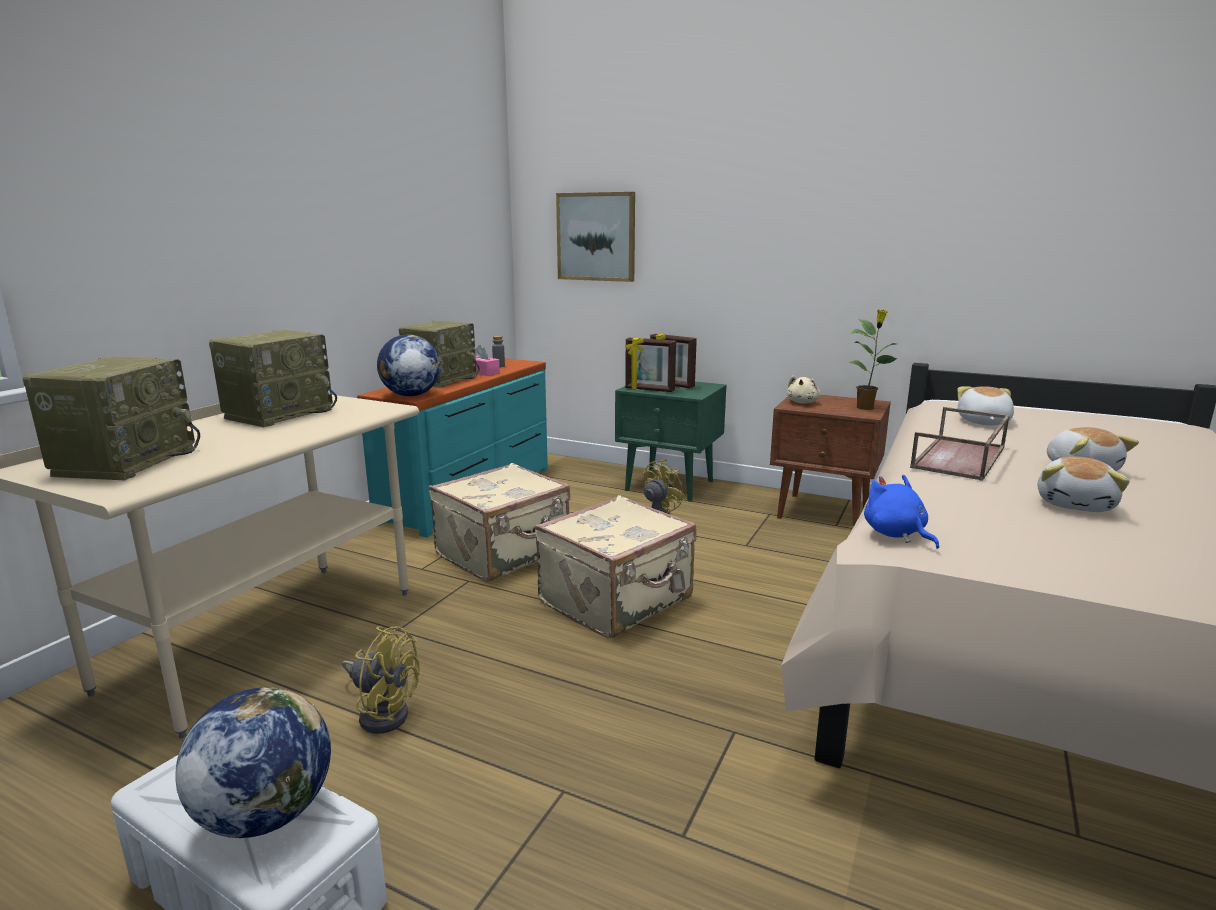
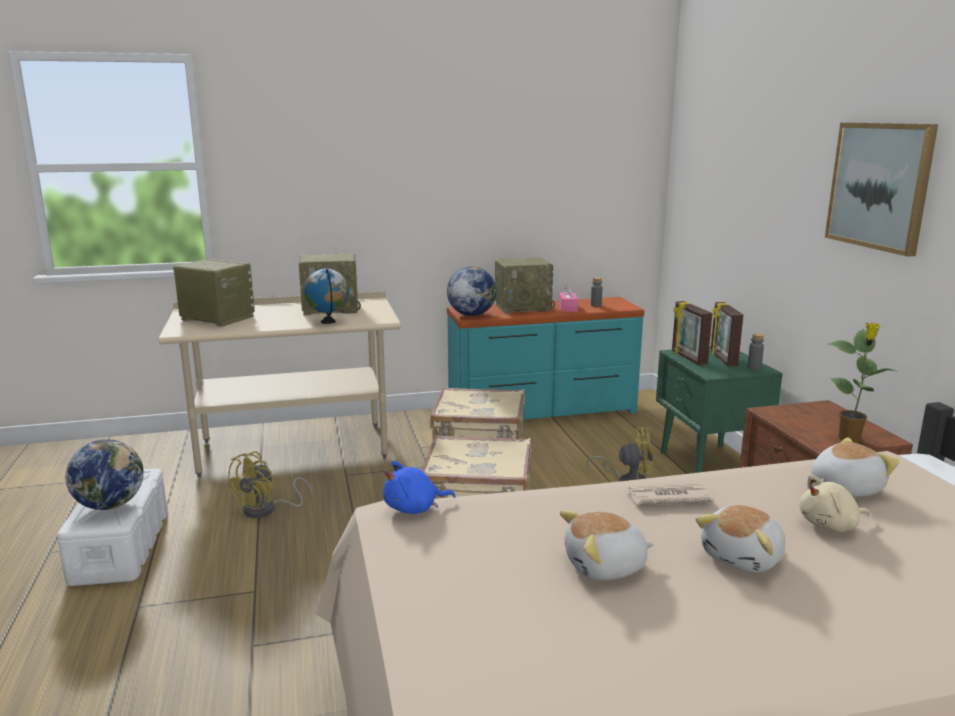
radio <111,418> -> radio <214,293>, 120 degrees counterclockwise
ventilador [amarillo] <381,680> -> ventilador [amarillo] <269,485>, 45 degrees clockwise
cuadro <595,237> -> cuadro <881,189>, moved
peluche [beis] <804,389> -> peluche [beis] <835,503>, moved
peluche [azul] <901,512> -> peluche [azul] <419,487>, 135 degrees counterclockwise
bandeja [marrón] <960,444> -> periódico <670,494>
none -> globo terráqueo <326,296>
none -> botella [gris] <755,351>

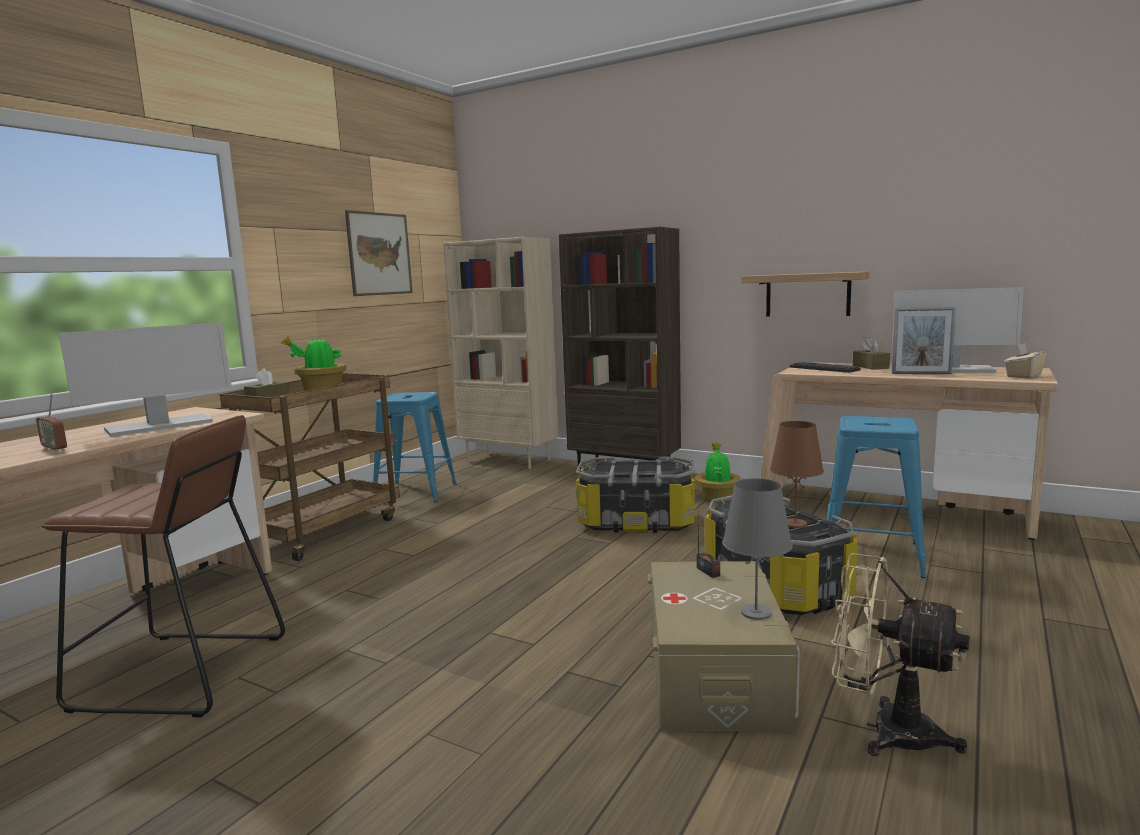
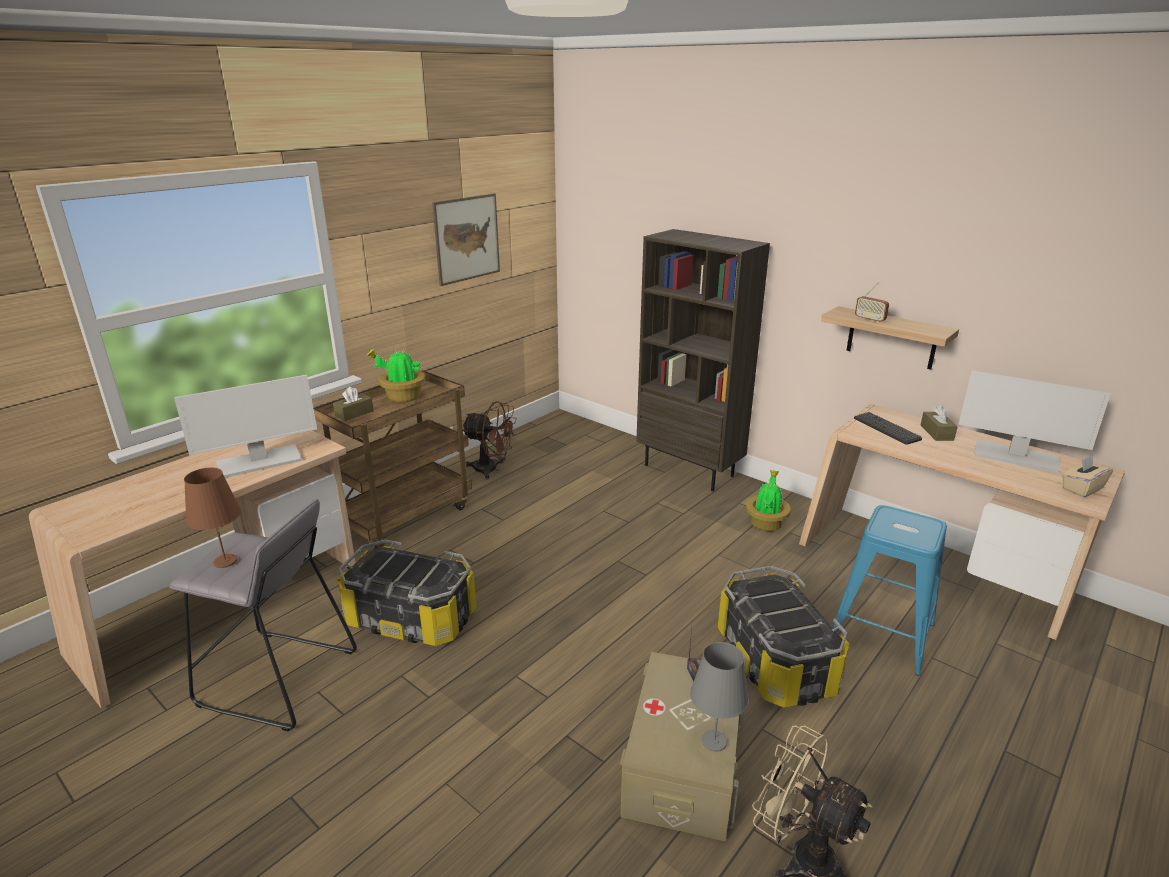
radio <51,423> -> radio <872,302>, moved
taburete [marrón] <163,566> -> taburete [gris] <263,615>
taburete [azul] <414,447> -> ventilador [marrón] <490,440>
estantería [beis] <501,353> -> none
caja de almacenaje <635,495> -> caja de almacenaje <406,593>, moved
lámpara de mesa [marrón] <797,474> -> lámpara de mesa [marrón] <212,518>, moved
portarretratos <924,340> -> none

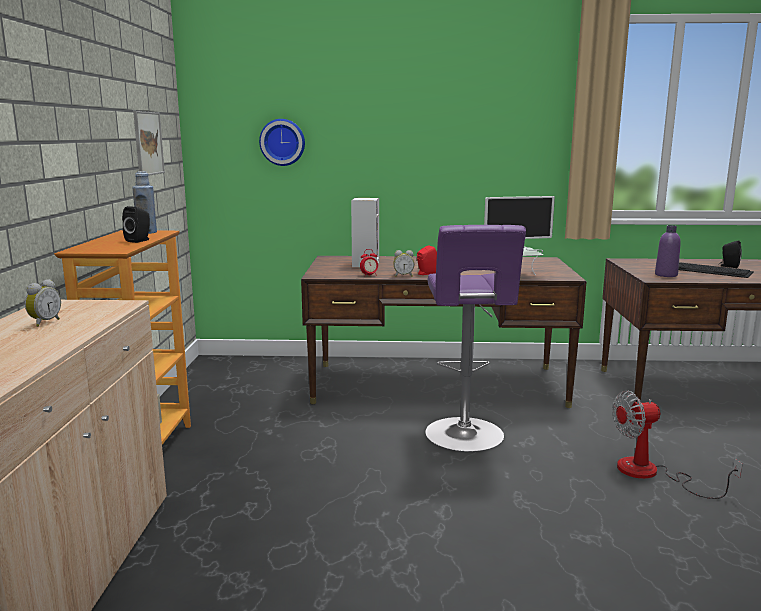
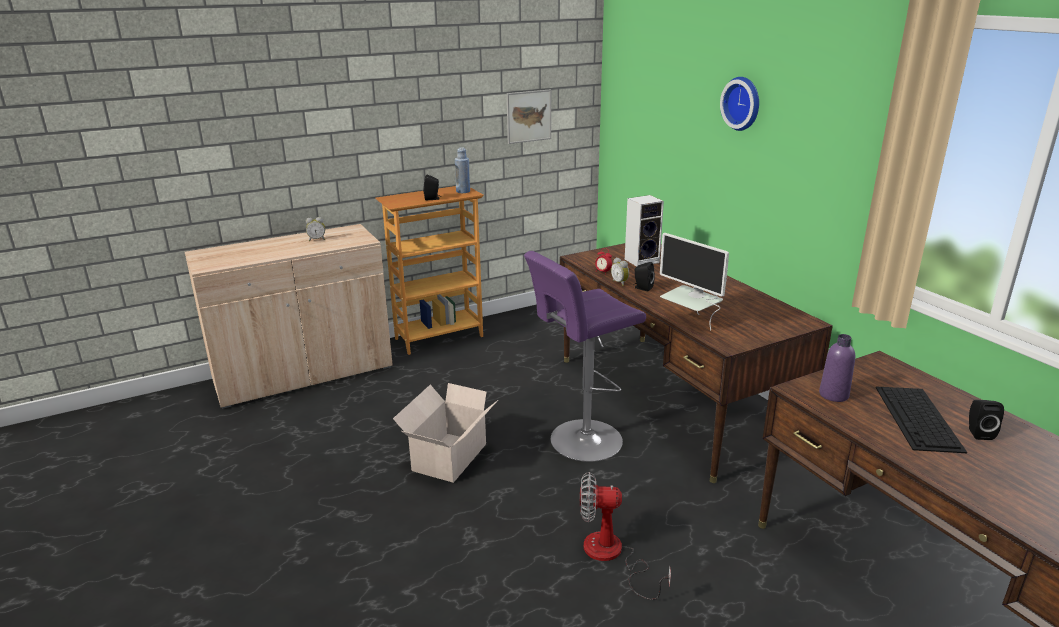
reloj de pared <282,142> -> reloj de pared <739,104>, moved
altavoz [rojo] <427,260> -> altavoz [negro] <644,276>
ventilador <677,444> -> ventilador <625,536>, 45 degrees counterclockwise
none -> caja de cartón <445,433>

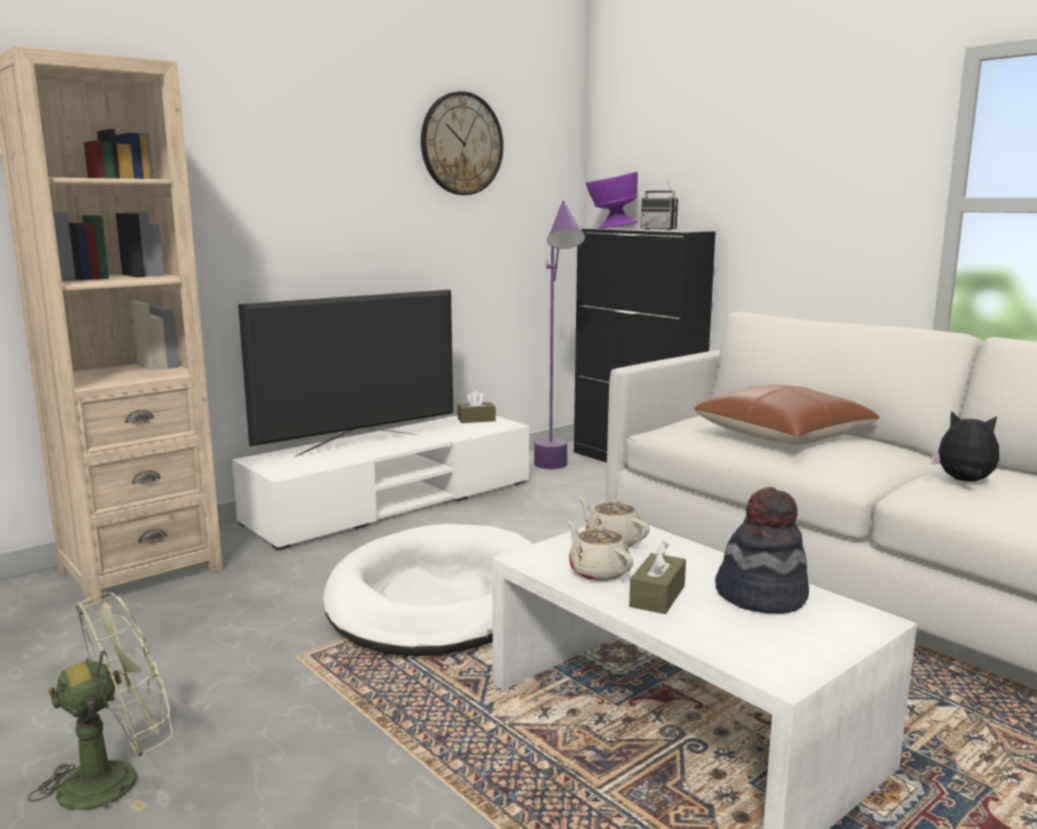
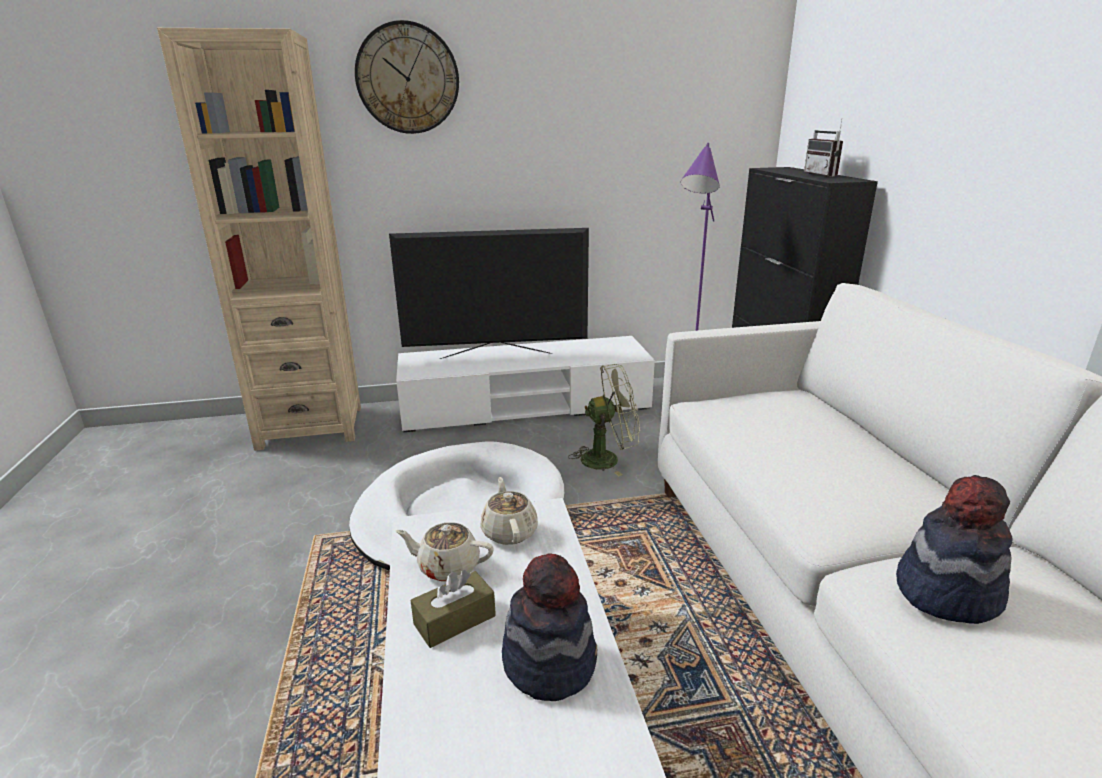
ventilador [verde] <100,701> -> ventilador [verde] <604,420>, moved
reloj de pared <462,143> -> reloj de pared <407,77>, moved
caja de pañuelos [marrón] <477,406> -> none
tetera [beis] <600,551> -> tetera [beis] <445,552>, 75 degrees counterclockwise
cuenco [morado] <612,200> -> none
cojín [marrón] <787,415> -> none
peluche <965,446> -> sombrero <954,549>

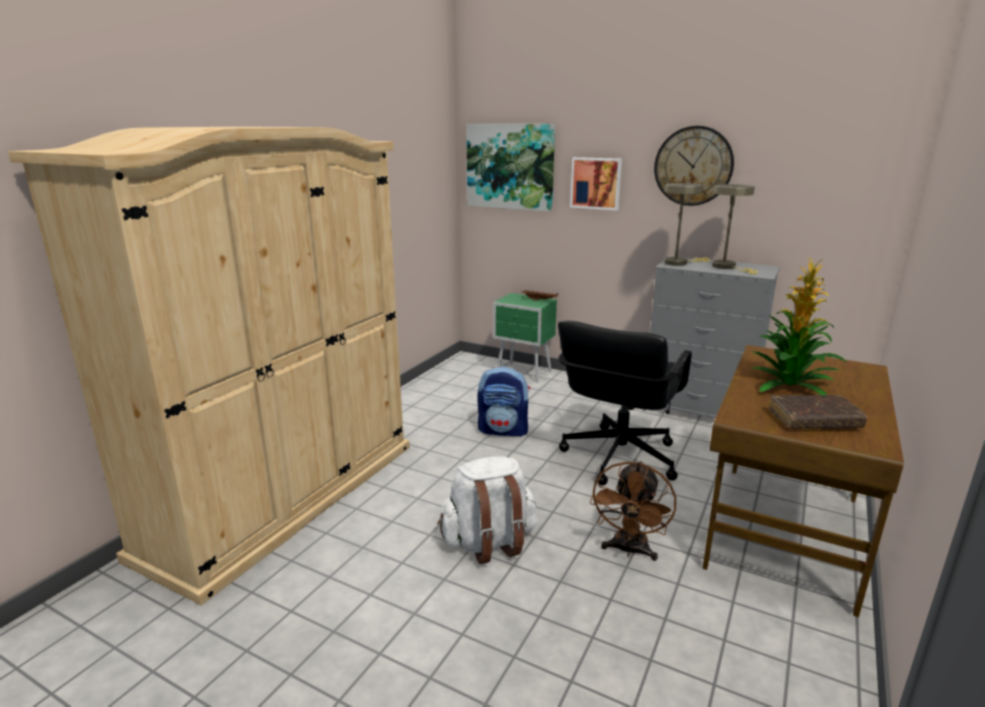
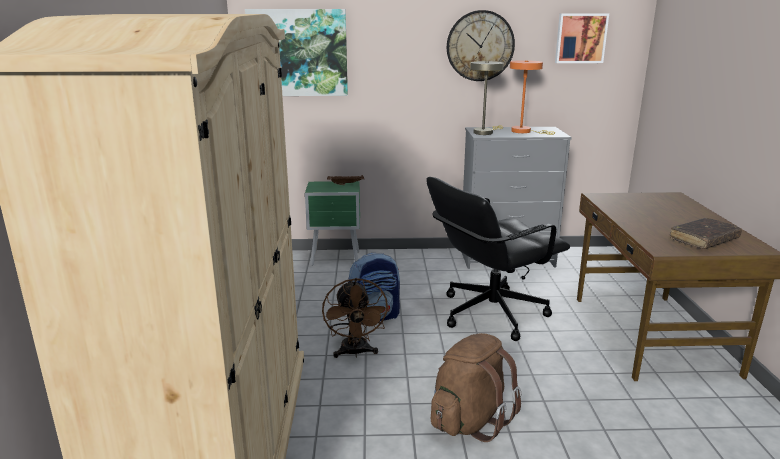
mochila [blanco] <487,510> -> mochila [marrón] <476,387>
silla de oficina [negro] <625,402> -> silla de oficina [negro] <498,259>, 60 degrees clockwise
cuadro <596,184> -> cuadro <582,38>, moved
ventilador [marrón] <633,511> -> ventilador [marrón] <356,318>, moved
lámpara de mesa [beis] <735,229> -> lámpara de mesa [naranja] <532,97>
planta en maceta <798,326> -> none

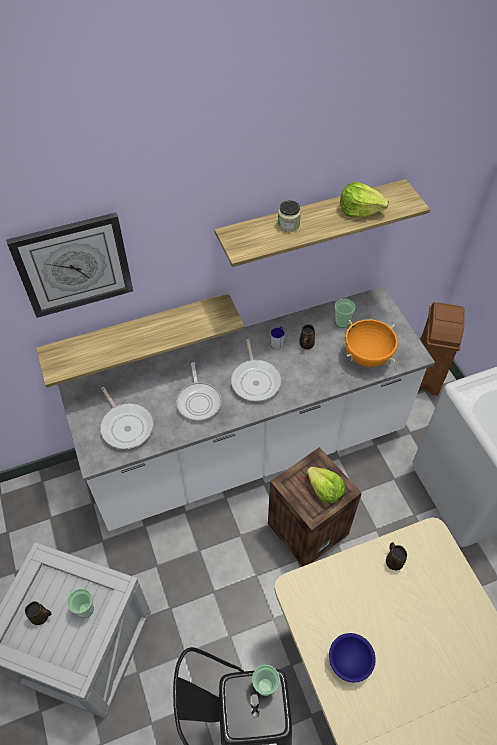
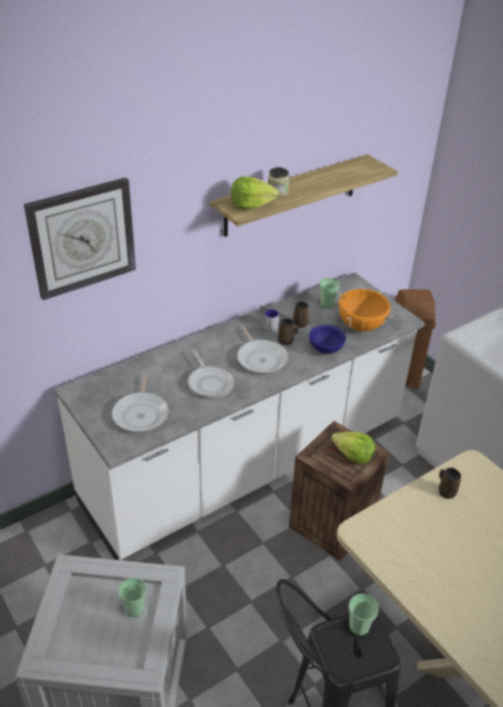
taza grande [marrón] <38,613> -> taza grande [marrón] <288,331>, moved
estante <140,340> -> none
sartén <126,418> -> sartén <140,402>, 45 degrees clockwise
cuenco [azul] <352,657> -> cuenco [azul] <327,339>, moved
lechuga <364,200> -> lechuga <255,193>, moved

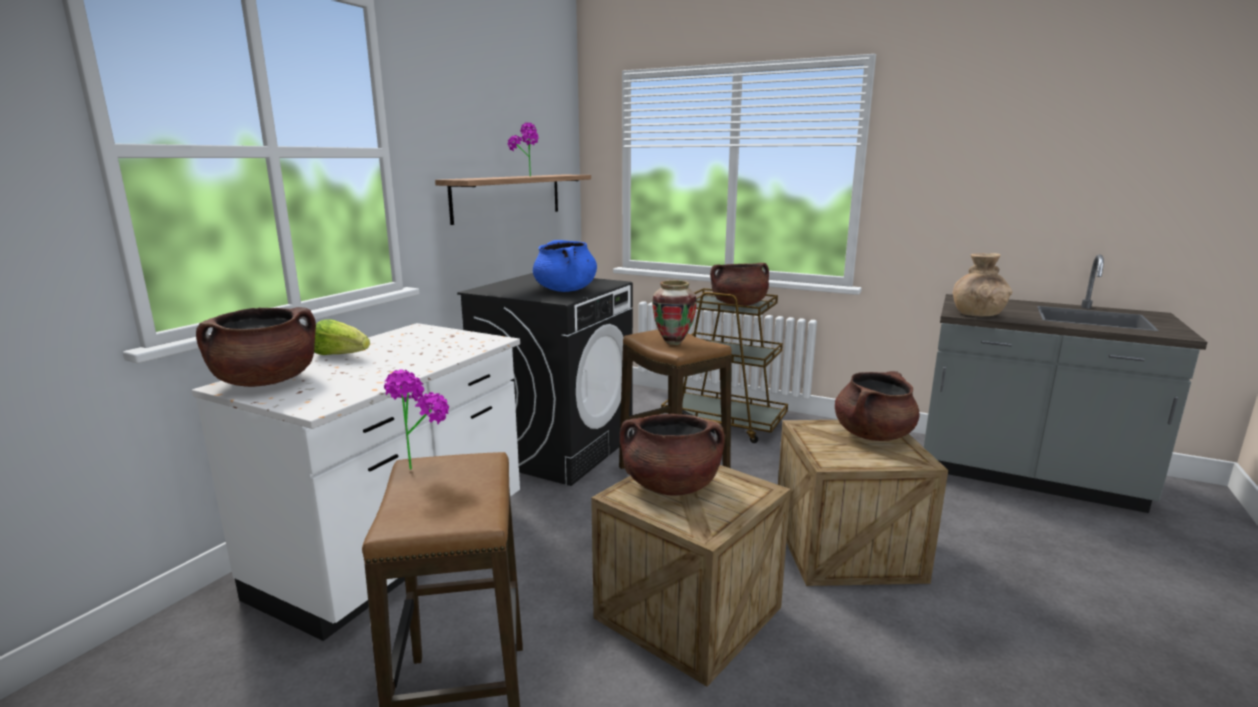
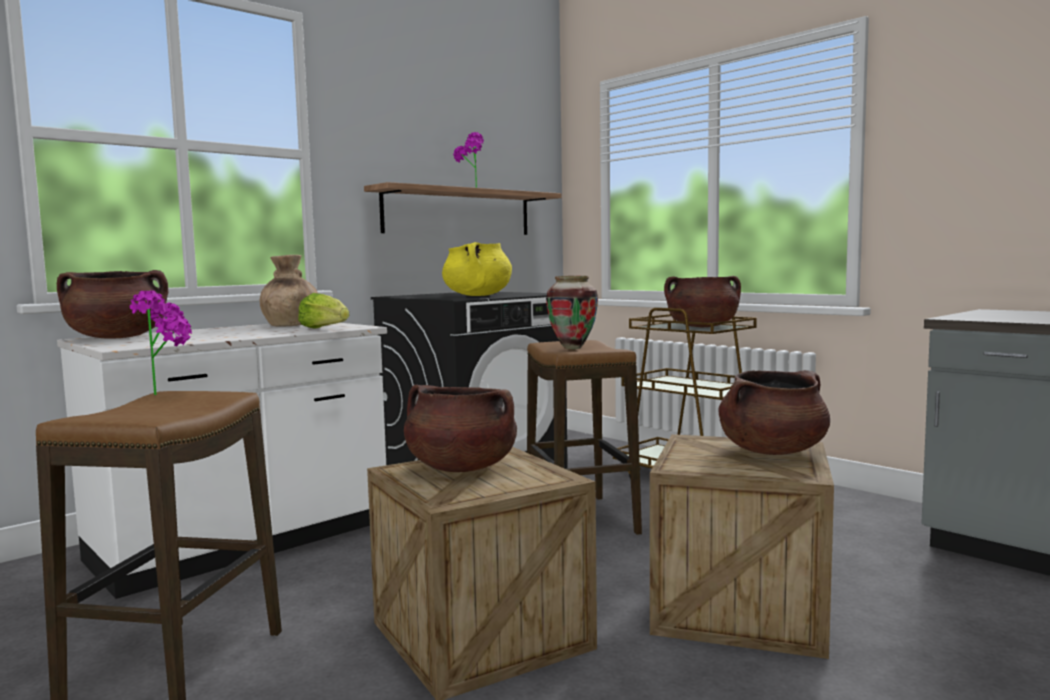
lechuga <342,337> -> lechuga <323,311>, moved
olla [azul] <565,266> -> olla [amarillo] <477,269>
florero [marrón] <983,284> -> florero [marrón] <289,291>, moved

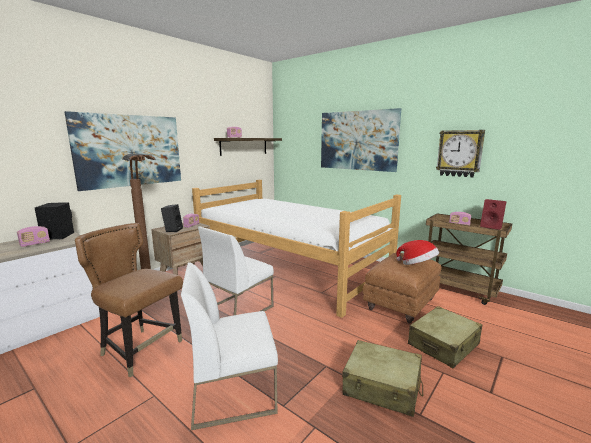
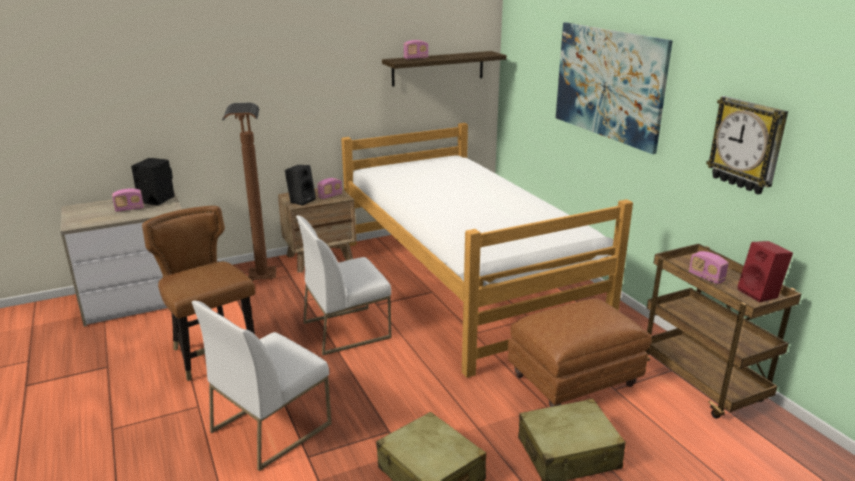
cuadro <123,151> -> none
silla [blanco] <229,346> -> silla [blanco] <261,386>, 60 degrees counterclockwise
sombrero <417,252> -> none

